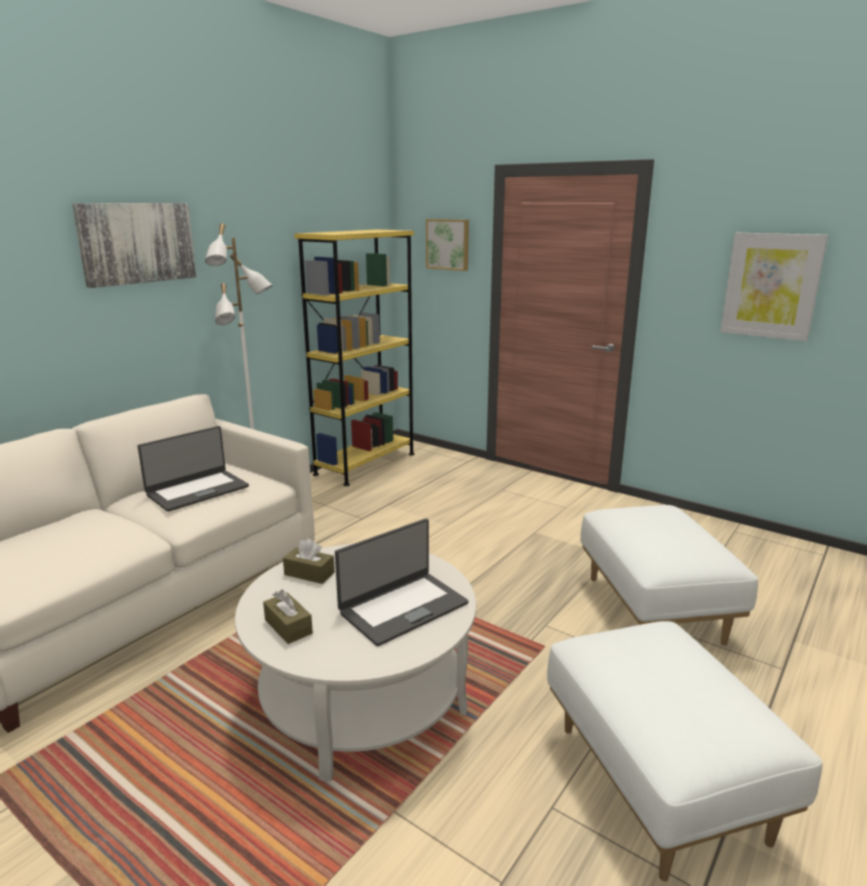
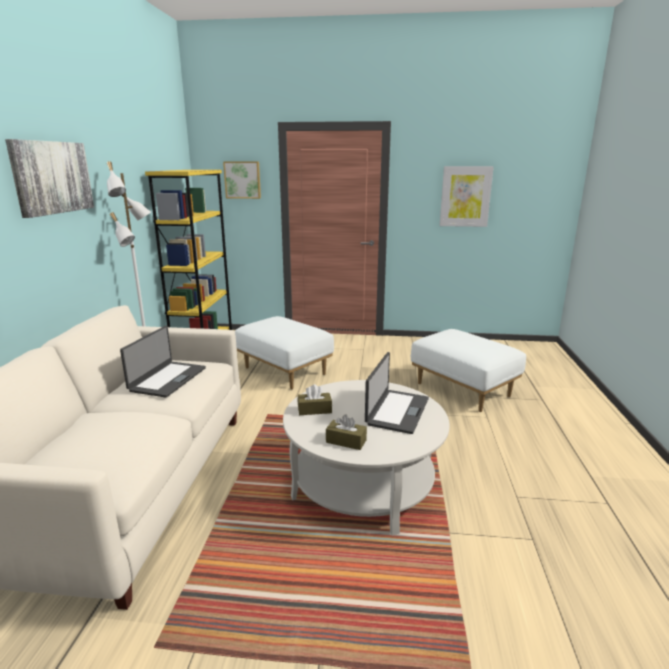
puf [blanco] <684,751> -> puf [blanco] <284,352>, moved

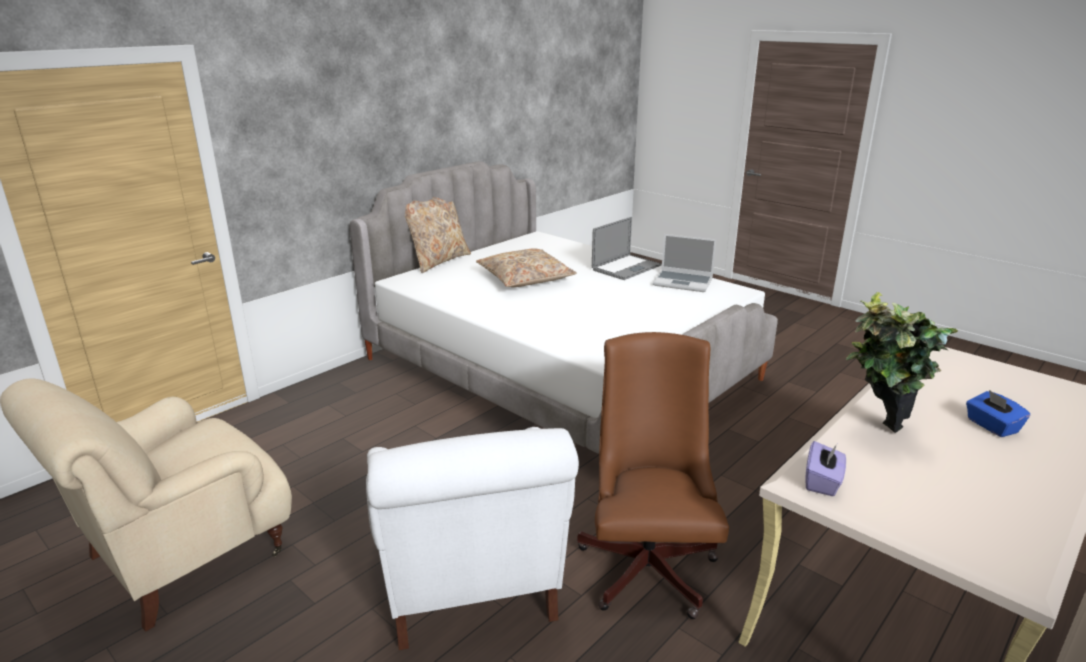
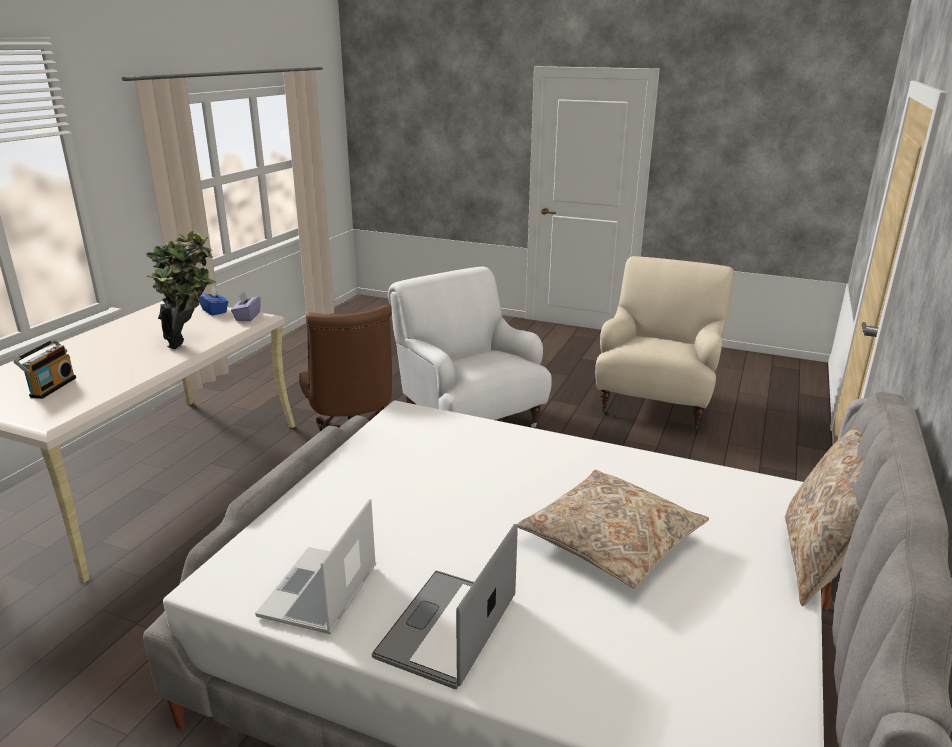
portátil <684,263> -> portátil <315,566>, 75 degrees counterclockwise
caja de pañuelos [azul] <998,413> -> caja de pañuelos [azul] <214,301>, moved
none -> radio <44,369>

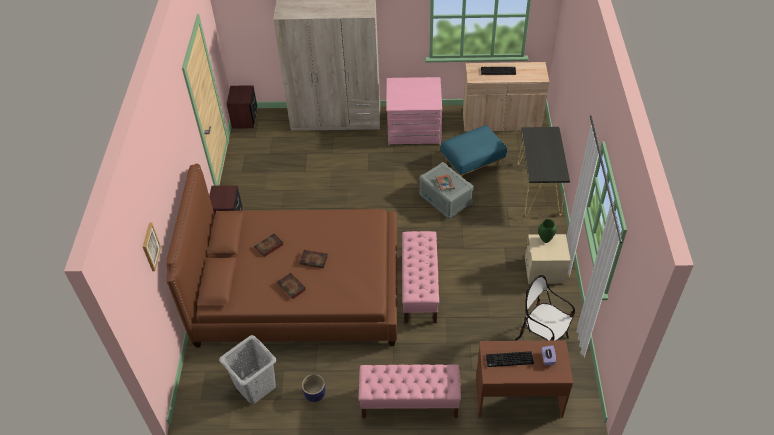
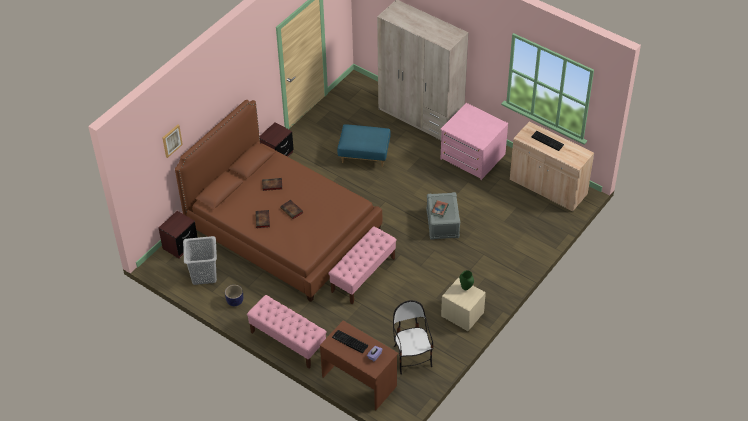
mesita de noche [marrón] <242,107> -> mesita de noche [marrón] <178,234>, moved
puf [azul] <474,151> -> puf [azul] <364,145>, moved
mesa consola [negro] <543,171> -> none

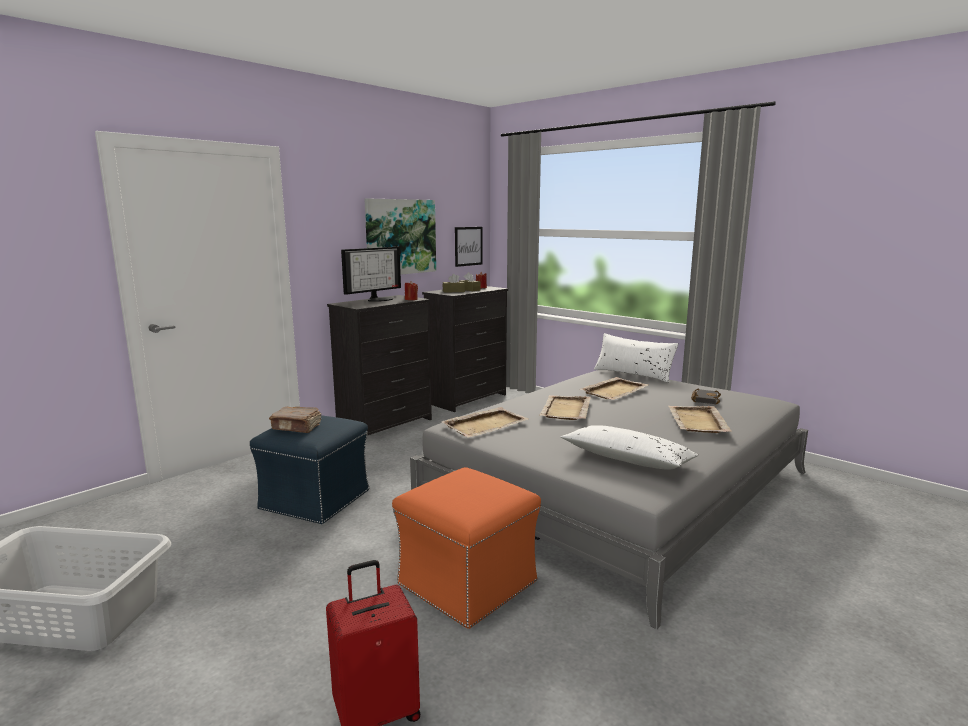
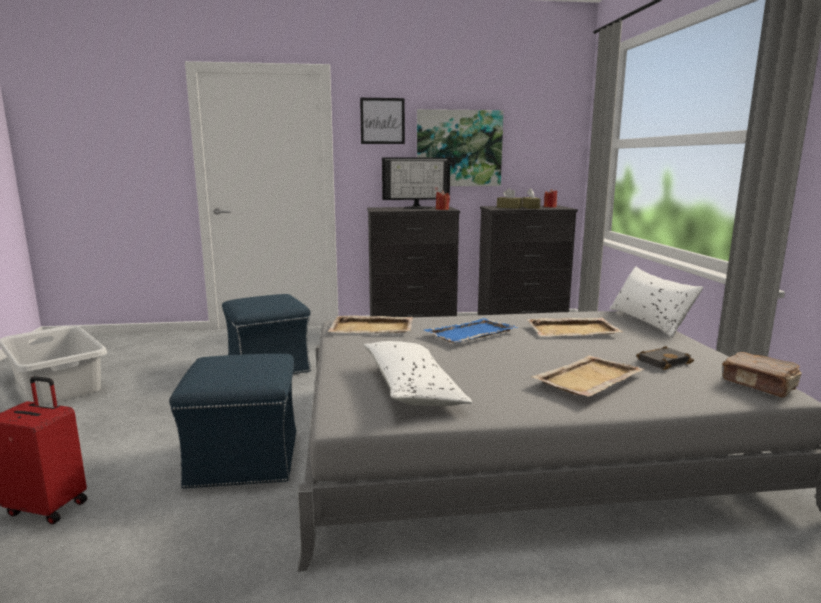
libro [marrón] <295,420> -> libro [marrón] <762,375>, moved
puf [naranja] <466,548> -> puf [azul] <233,421>
cuadro <468,247> -> cuadro <382,121>, moved
bandeja [beis] <565,407> -> bandeja [azul] <471,330>

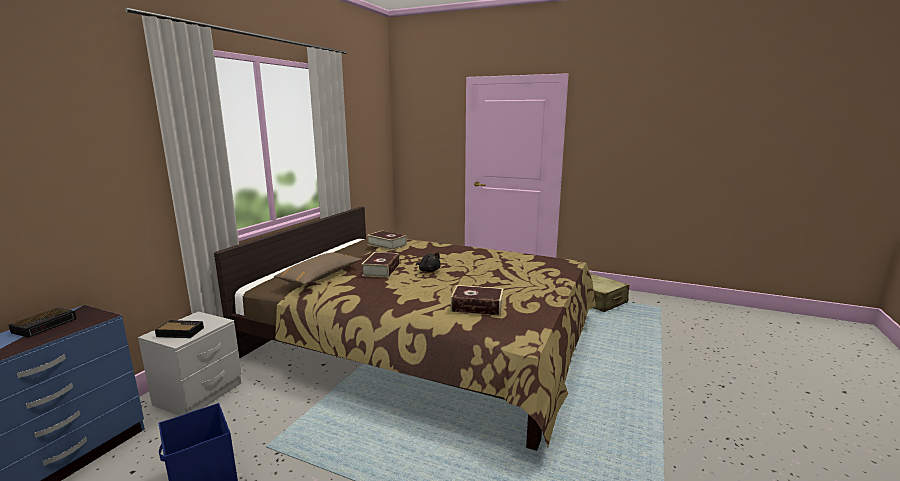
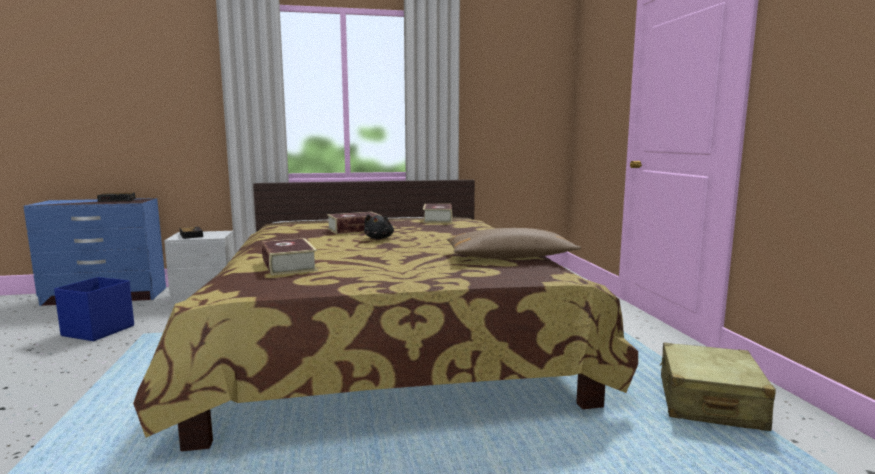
cojín [marrón] <318,269> -> cojín [marrón] <514,243>, moved

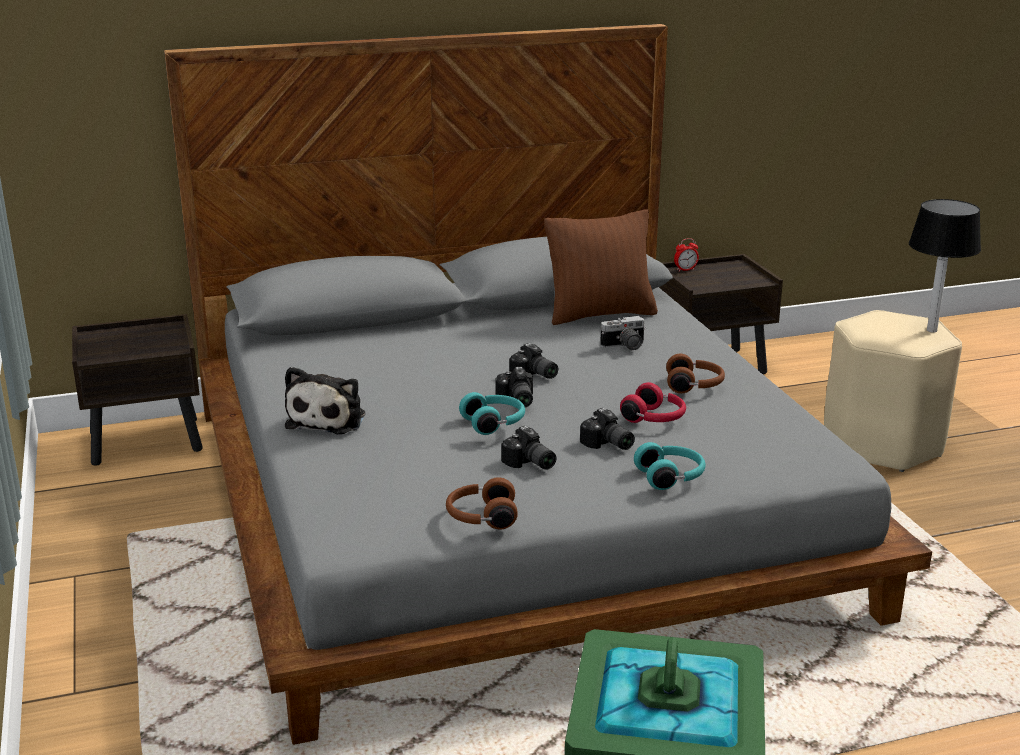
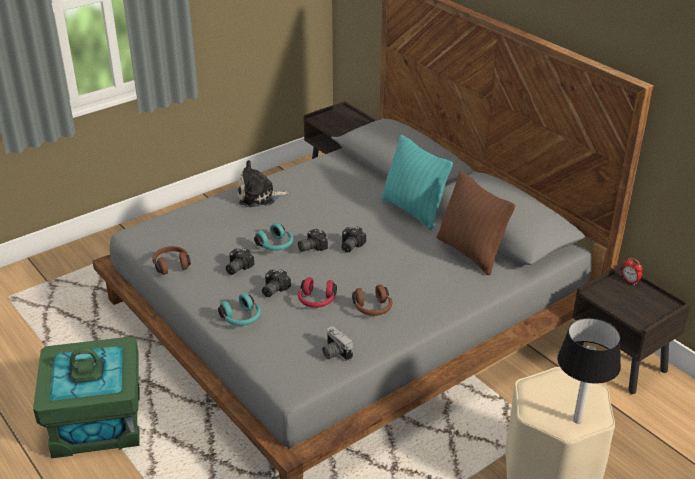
cámara <623,333> -> cámara <337,343>, moved
none -> cojín [turquesa] <417,182>

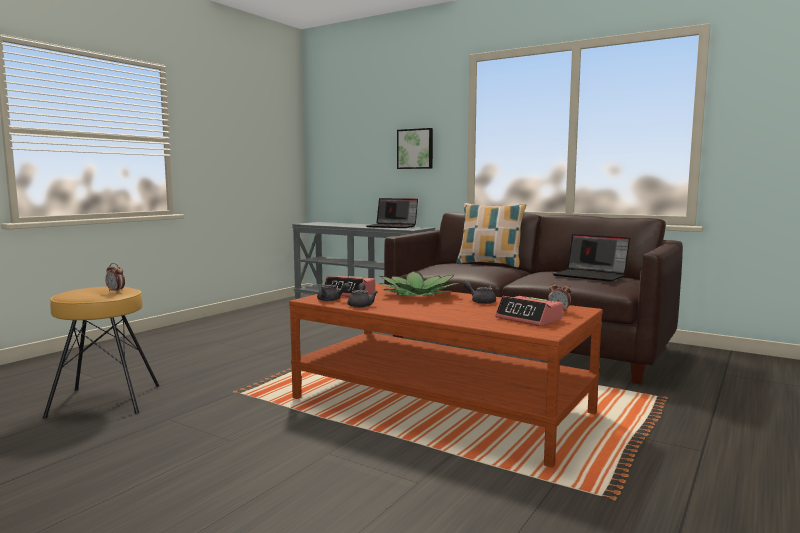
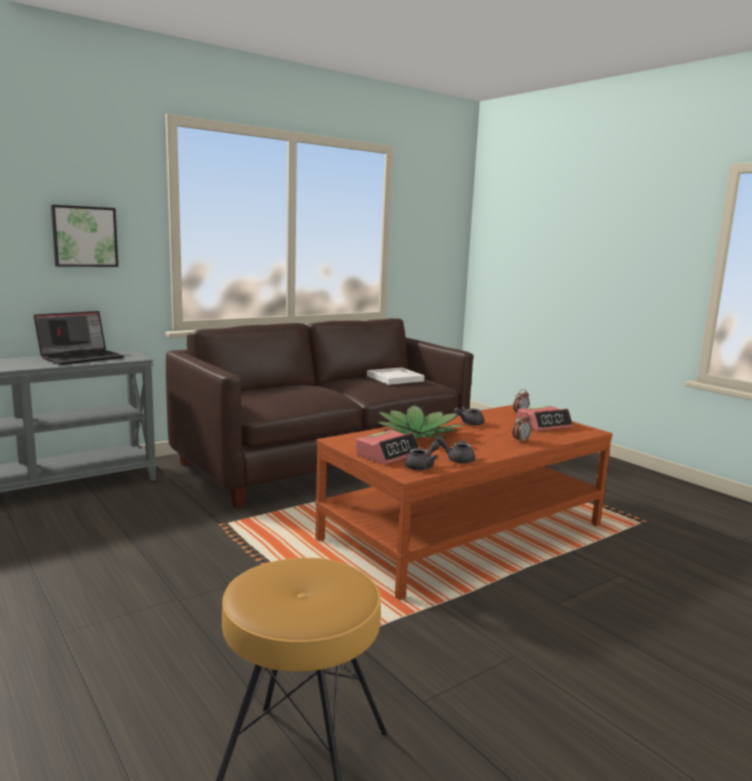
despertador <115,278> -> despertador <522,428>, moved
cojín <491,235> -> none
portátil <591,258> -> bandeja [blanco] <396,376>

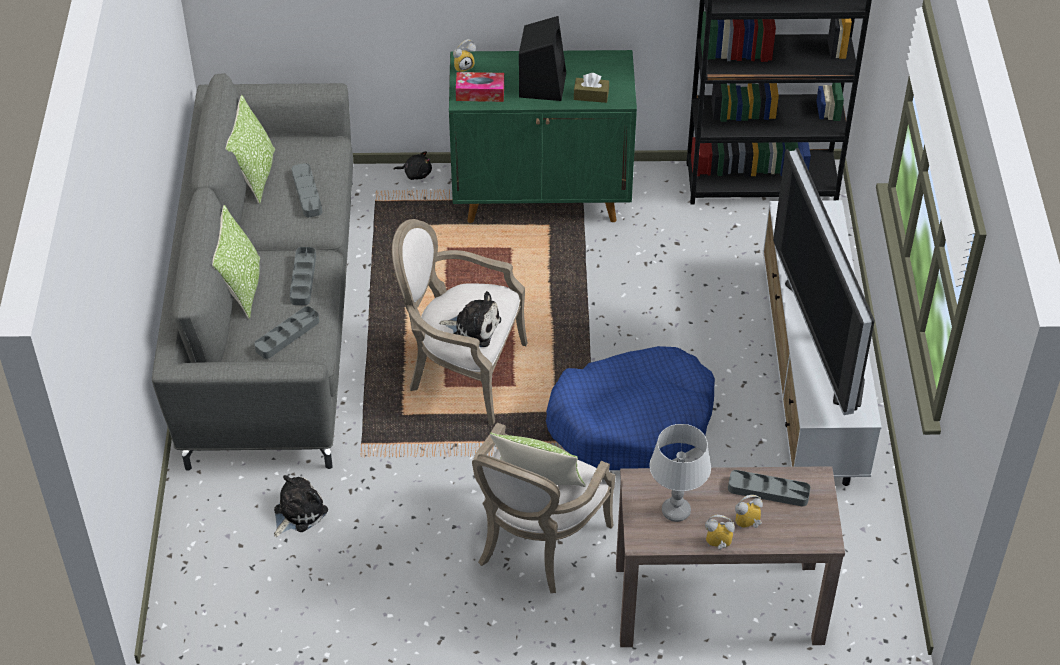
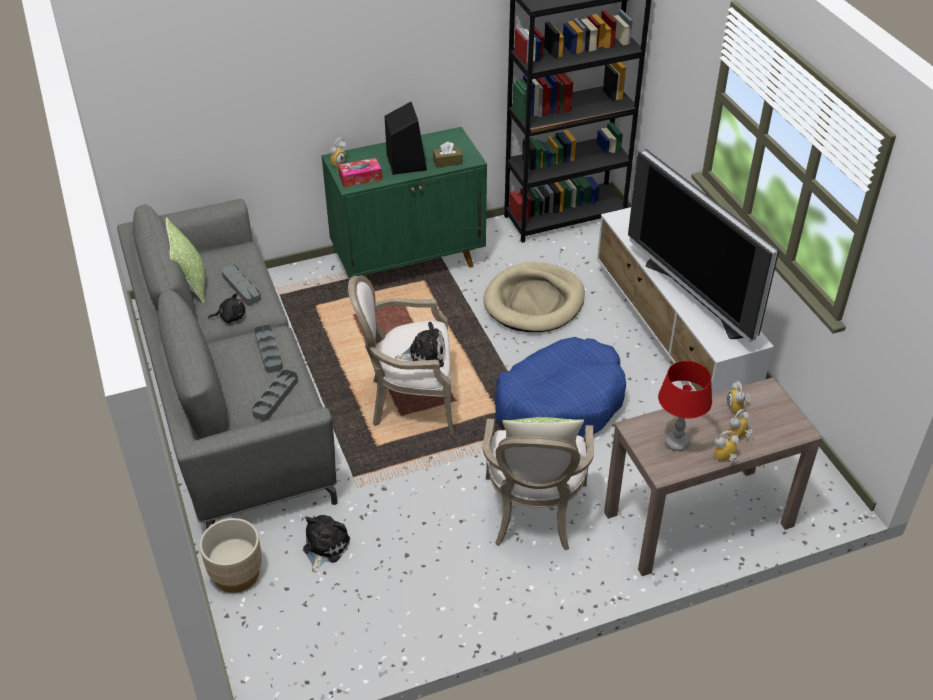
cojín <236,262> -> none
peluche [negro] <412,165> -> peluche [negro] <226,308>, moved
lámpara de mesa [gris] <680,473> -> lámpara de mesa [rojo] <685,406>
bandeja [gris] <769,488> -> despertador <738,397>
none -> maceta [beis] <231,555>
none -> cama para perro [beis] <534,297>

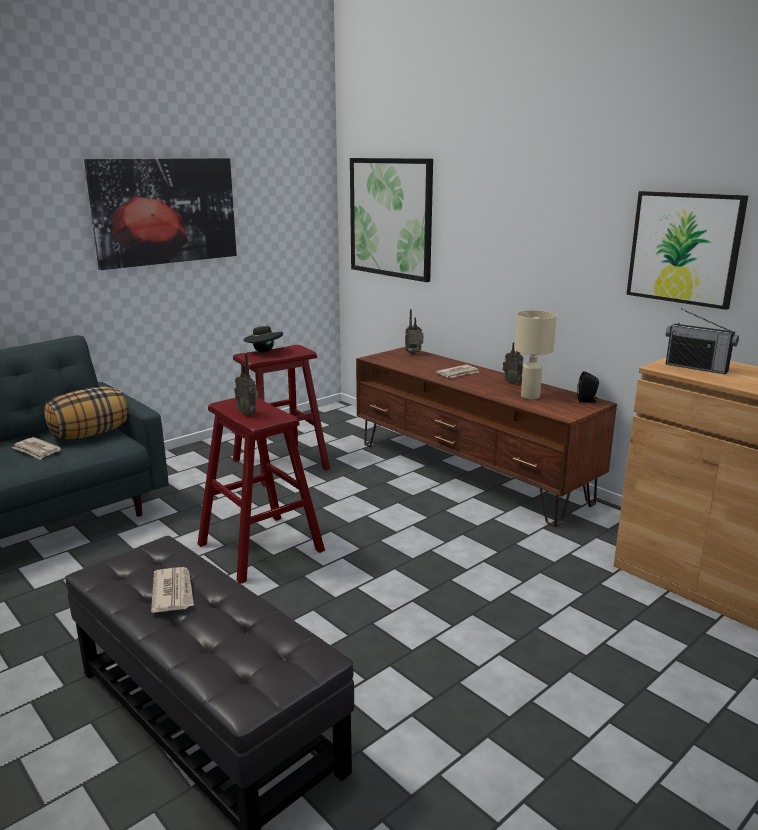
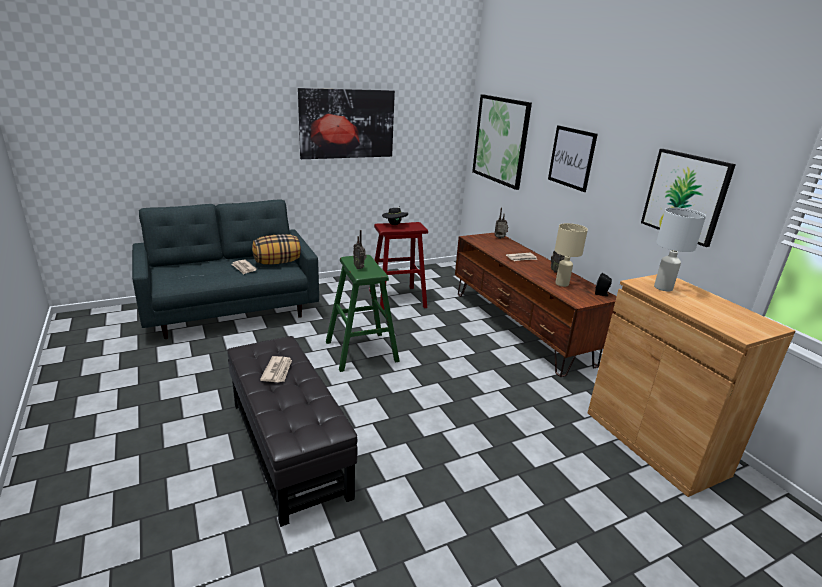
taburete [rojo] <261,490> -> taburete [verde] <363,313>
radio <702,341> -> lámpara de mesa [blanco] <680,249>
none -> cuadro <573,158>

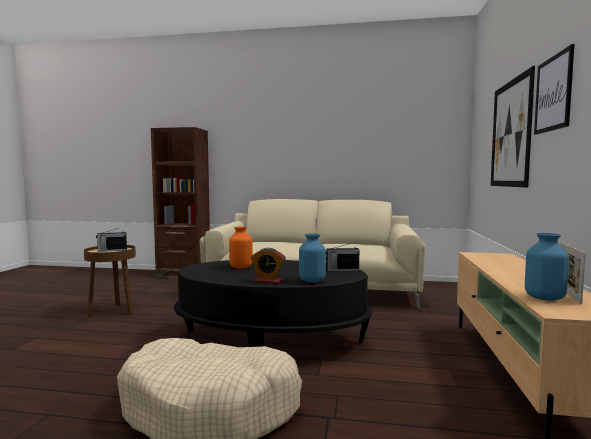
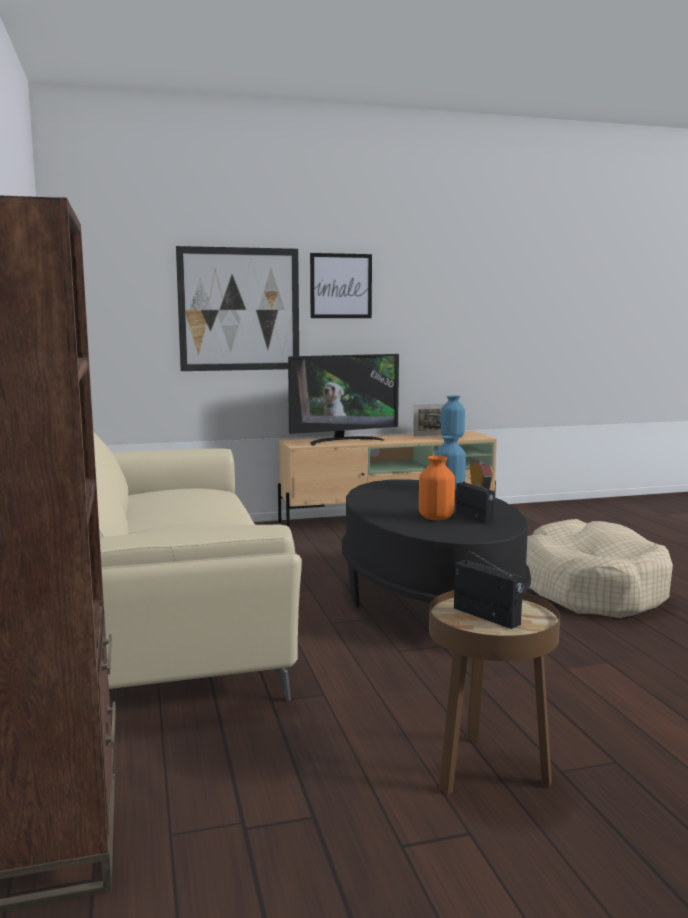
radio <342,256> -> radio <475,500>, moved
none -> televisor <343,400>

